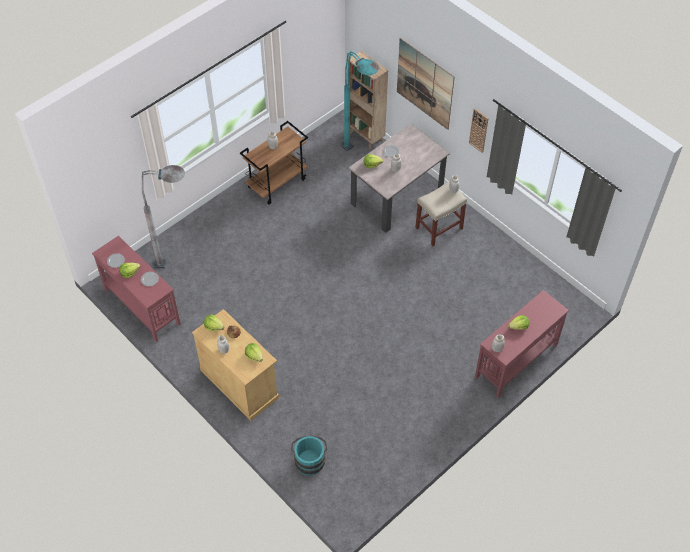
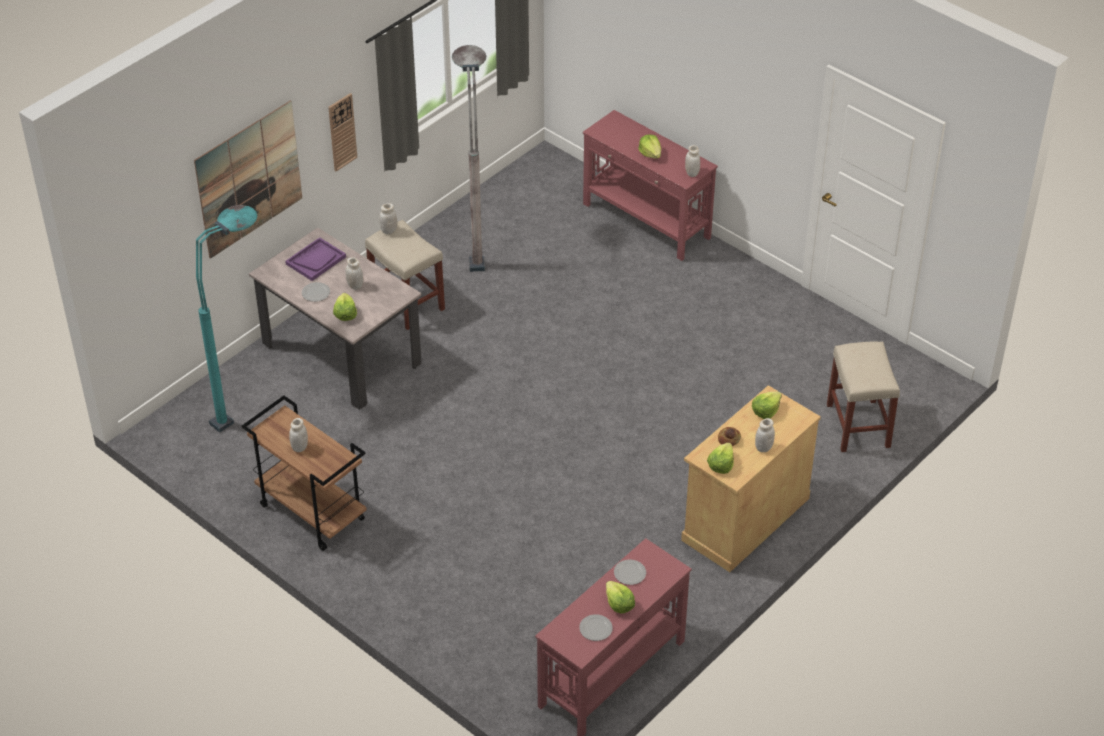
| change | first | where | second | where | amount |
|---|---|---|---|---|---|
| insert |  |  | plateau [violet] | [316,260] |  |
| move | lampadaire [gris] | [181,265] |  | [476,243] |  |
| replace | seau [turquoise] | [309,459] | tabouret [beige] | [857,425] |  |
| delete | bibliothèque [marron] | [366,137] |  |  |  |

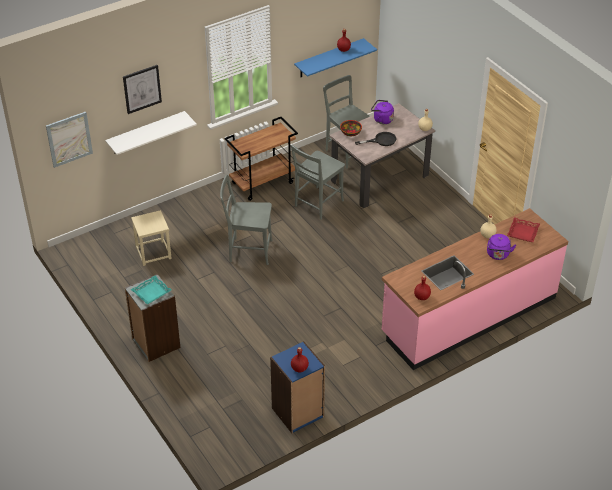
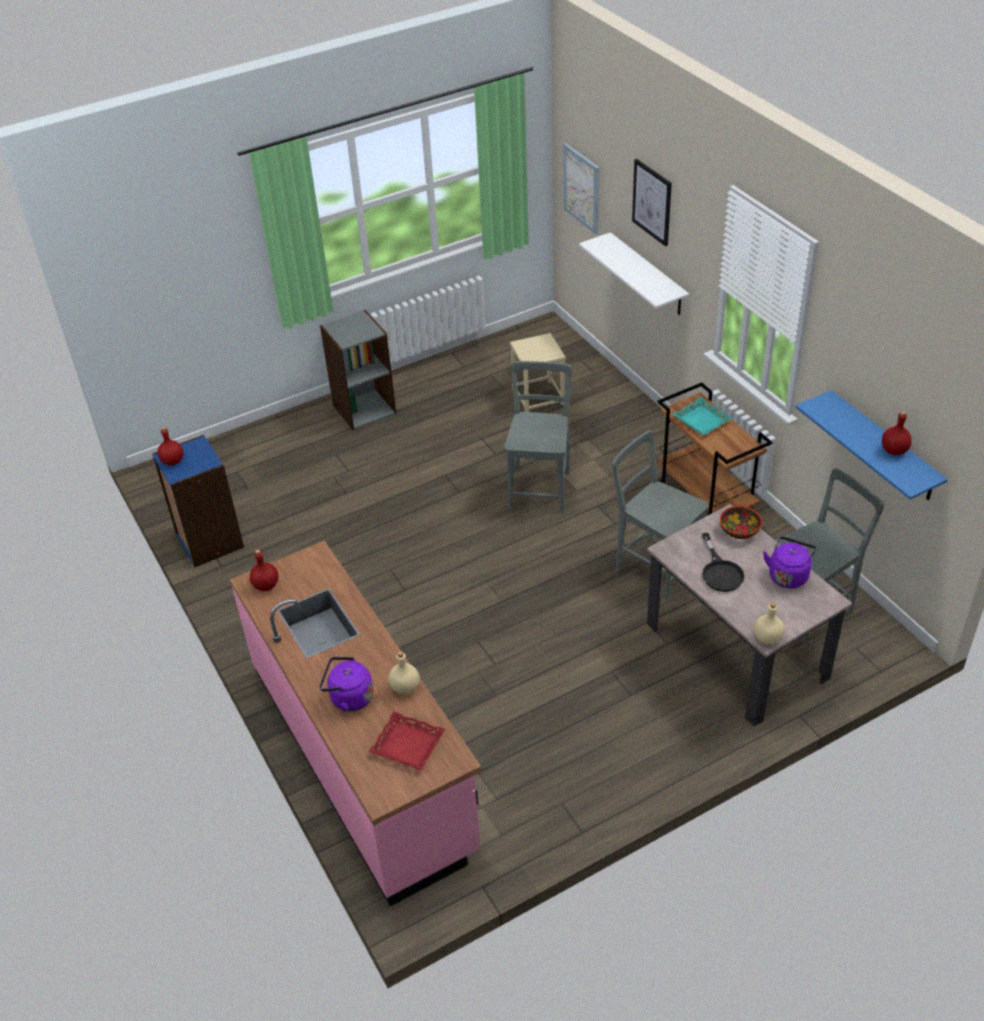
| change | first | where | second | where | amount |
|---|---|---|---|---|---|
| move | plateau [turquoise] | [151,292] |  | [701,420] |  |

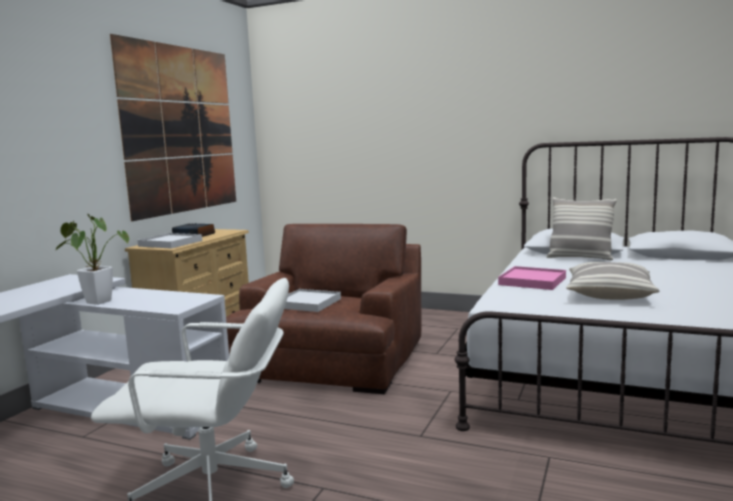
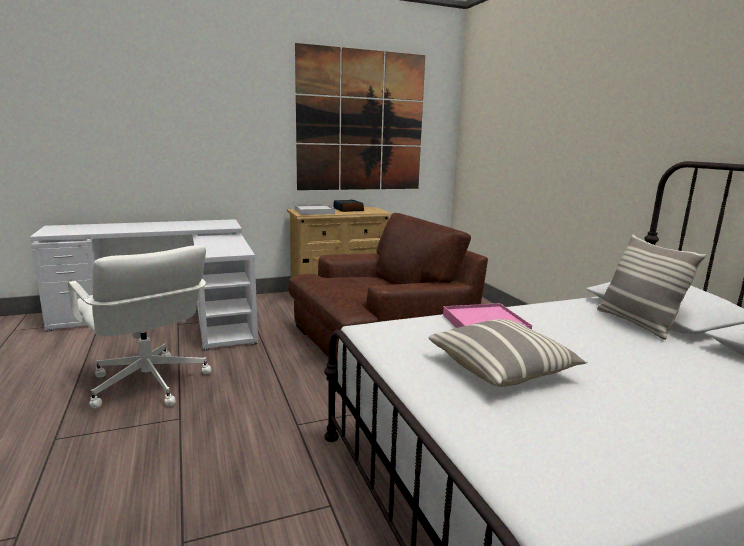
| change | first | where | second | where | amount |
|---|---|---|---|---|---|
| delete | plante en pot | [95,301] |  |  |  |
| delete | plateau [blanc] | [308,303] |  |  |  |

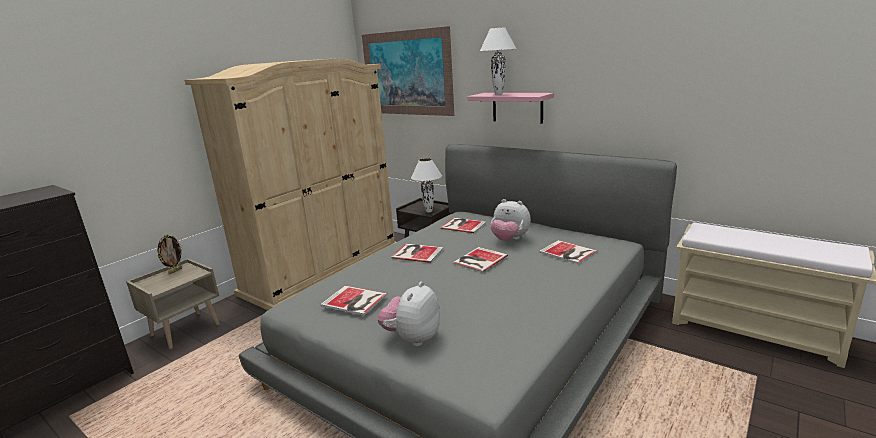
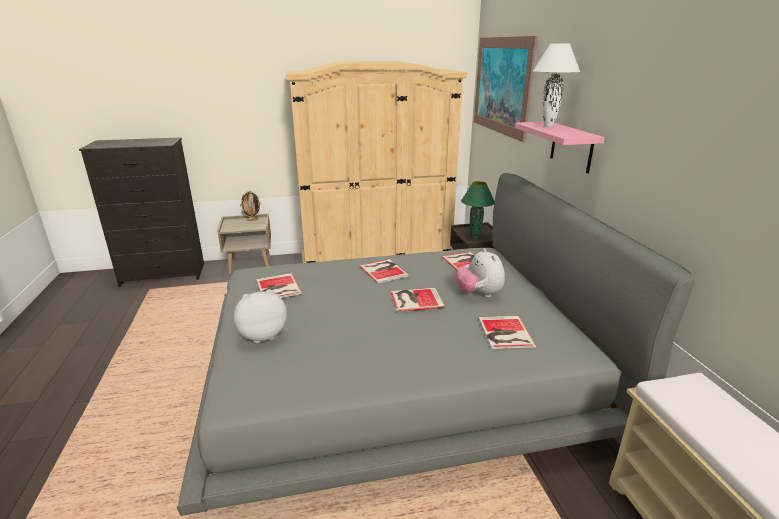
| change | first | where | second | where | amount |
|---|---|---|---|---|---|
| recolor | lampe de table [blanc] | [429,211] | lampe de table [vert] | [474,238] |  |

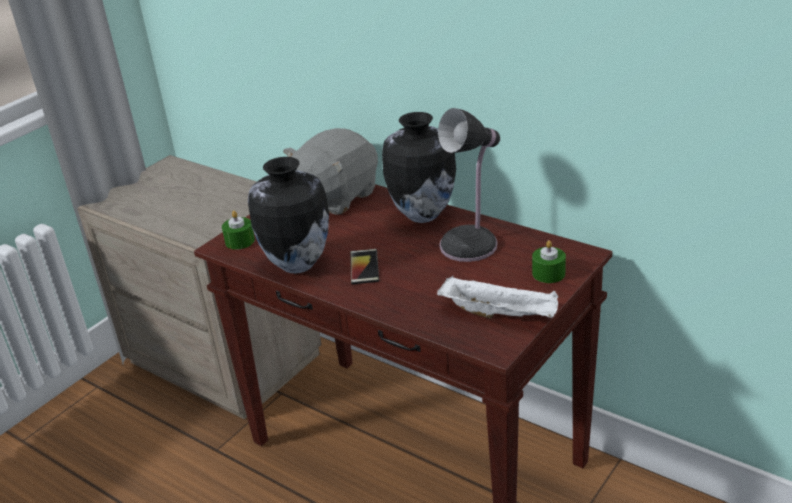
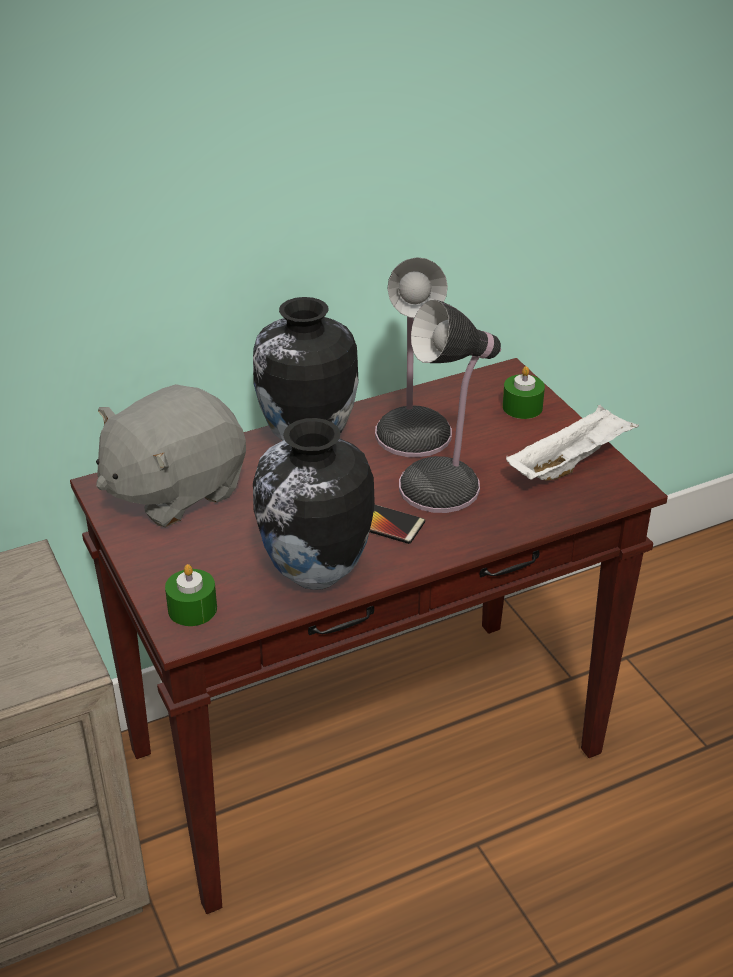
| change | first | where | second | where | amount |
|---|---|---|---|---|---|
| rotate | peluche [gris] | [335,197] |  | [173,490] | 75 degrees clockwise |
| insert |  |  | lampe de table | [444,486] |  |

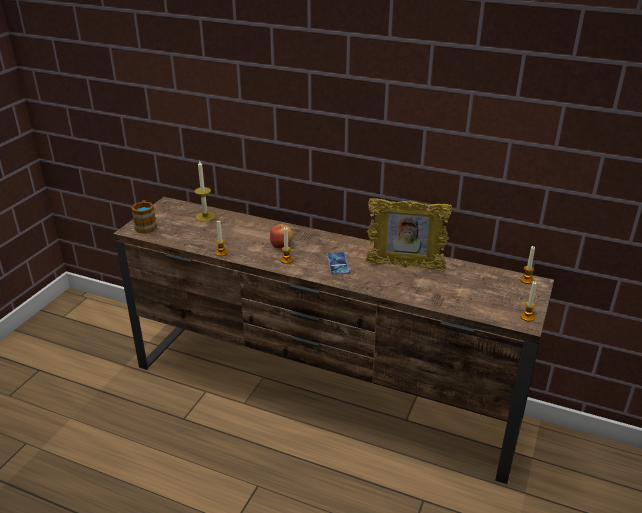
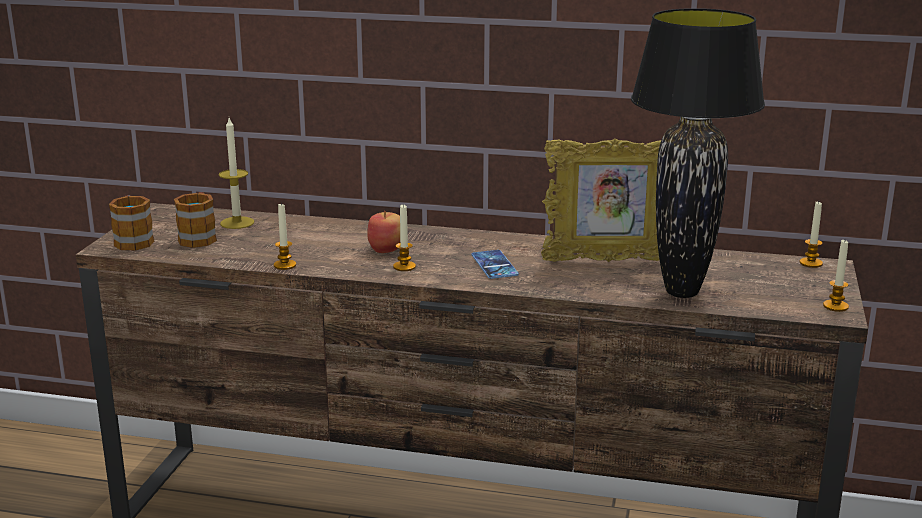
| change | first | where | second | where | amount |
|---|---|---|---|---|---|
| insert |  |  | mug | [199,237] |  |
| insert |  |  | lampe de table [noir] | [681,292] |  |

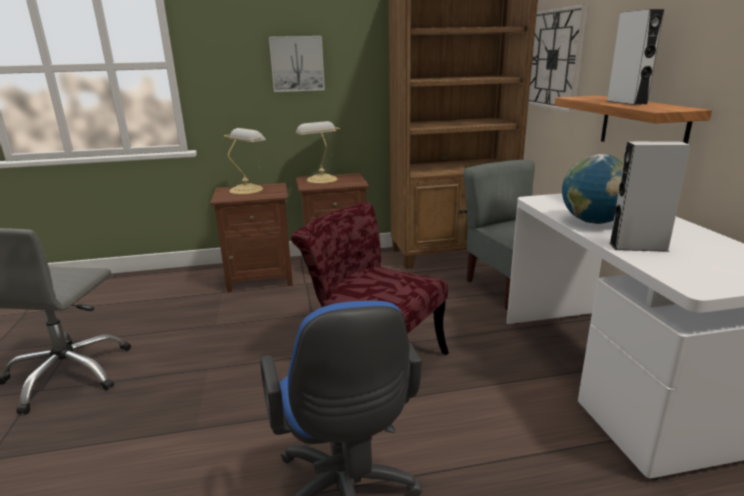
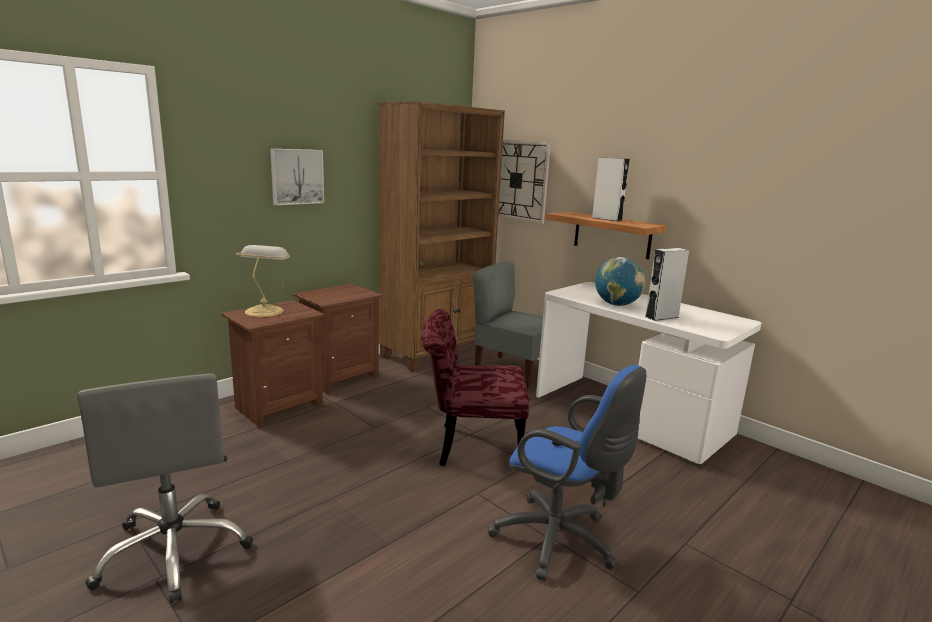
| change | first | where | second | where | amount |
|---|---|---|---|---|---|
| delete | lampe de table | [321,179] |  |  |  |

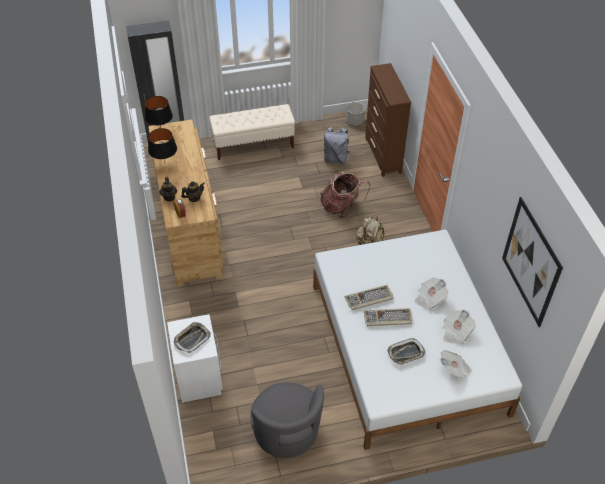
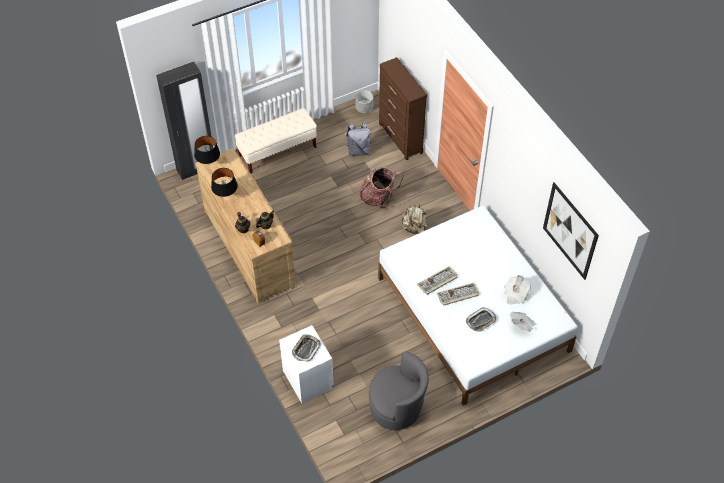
| change | first | where | second | where | amount |
|---|---|---|---|---|---|
| rotate | fauteuil [gris] | [287,433] |  | [397,407] | 45 degrees counterclockwise |
| delete | journal | [429,298] |  |  |  |

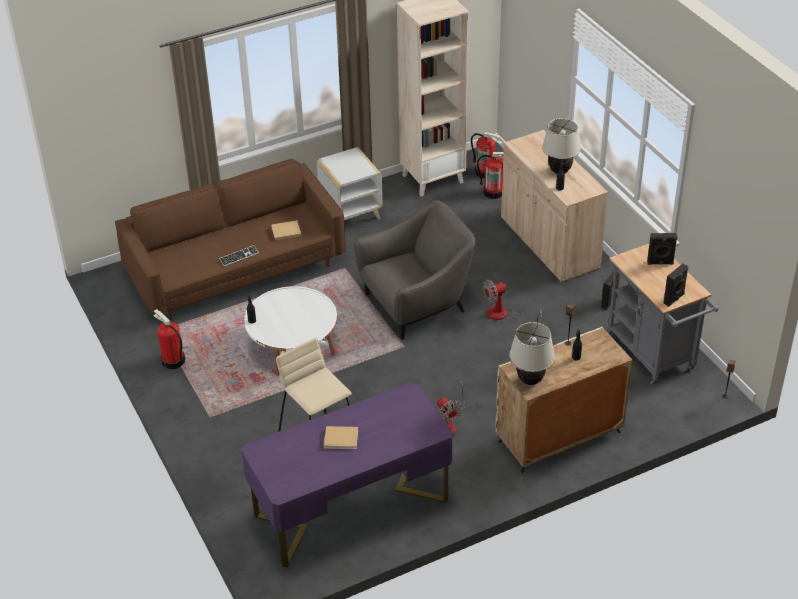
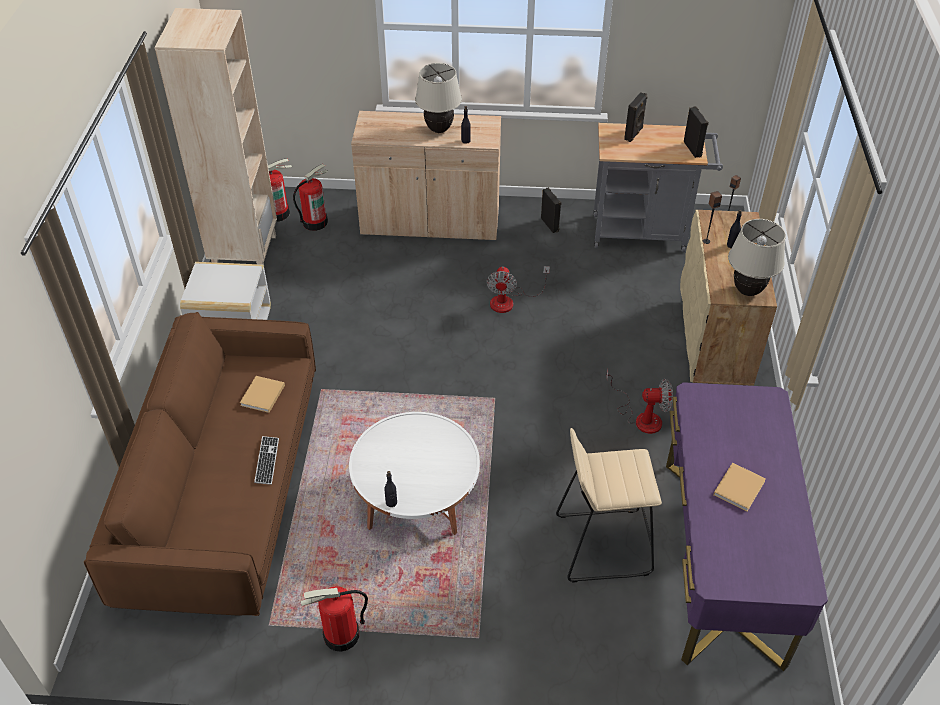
| change | first | where | second | where | amount |
|---|---|---|---|---|---|
| delete | fauteuil [gris] | [416,304] |  |  |  |

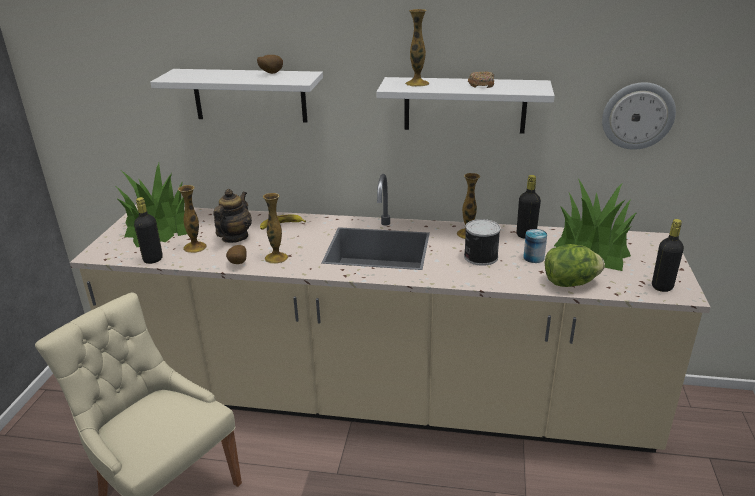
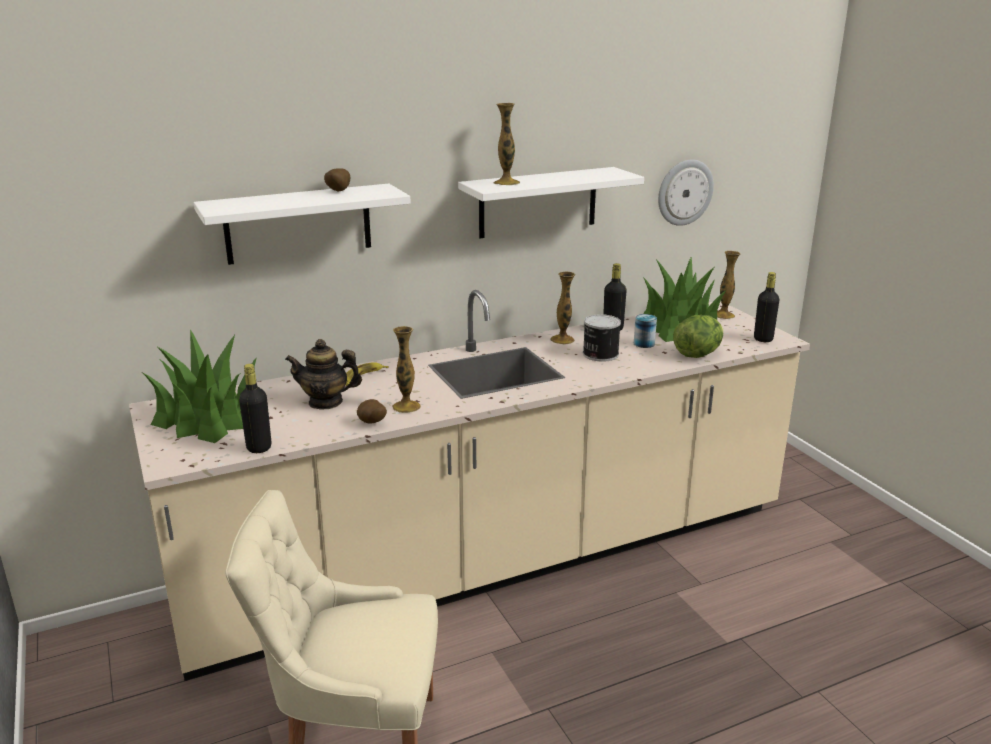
| change | first | where | second | where | amount |
|---|---|---|---|---|---|
| rotate | théière | [234,237] |  | [326,402] | 75 degrees counterclockwise |
| move | vase | [195,247] |  | [723,315] |  |
| delete | beignet | [481,84] |  |  |  |

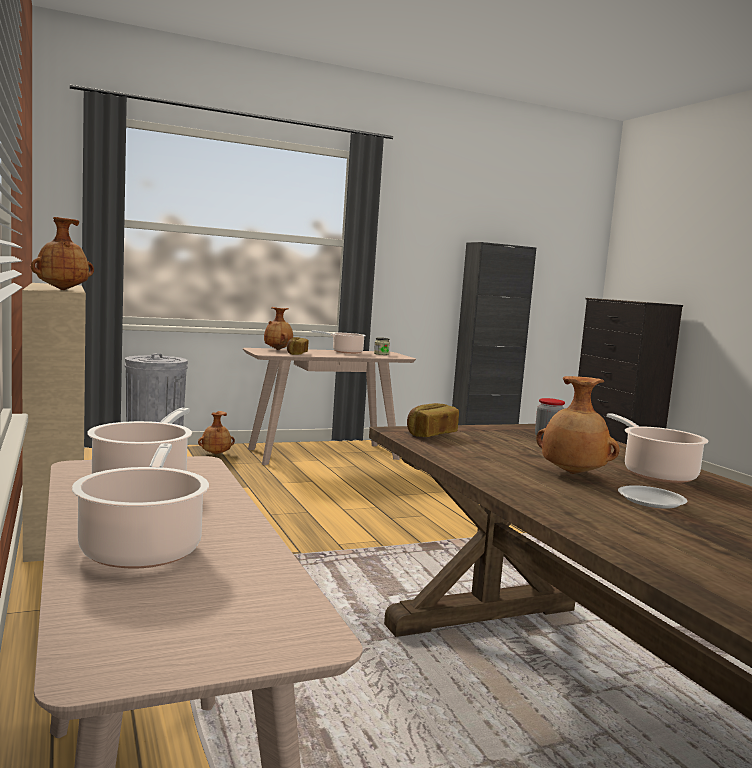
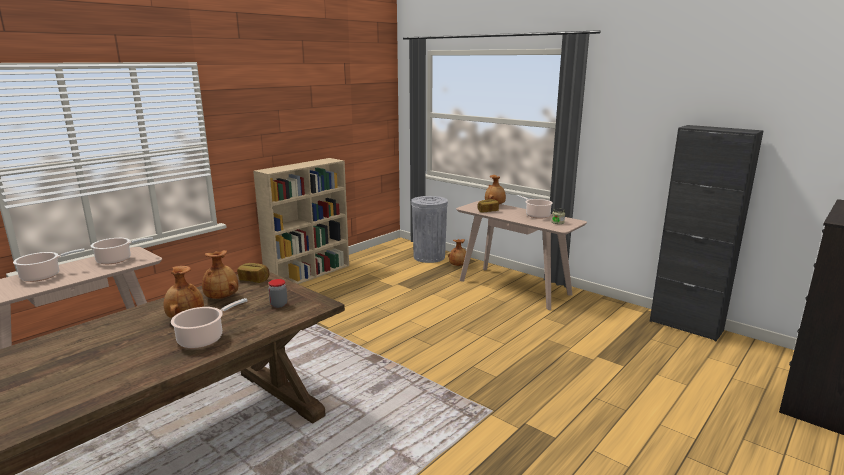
| change | first | where | second | where | amount |
|---|---|---|---|---|---|
| move | vase [marron] | [62,290] |  | [222,298] |  |
| delete | assiette [blanc] | [650,501] |  |  |  |

